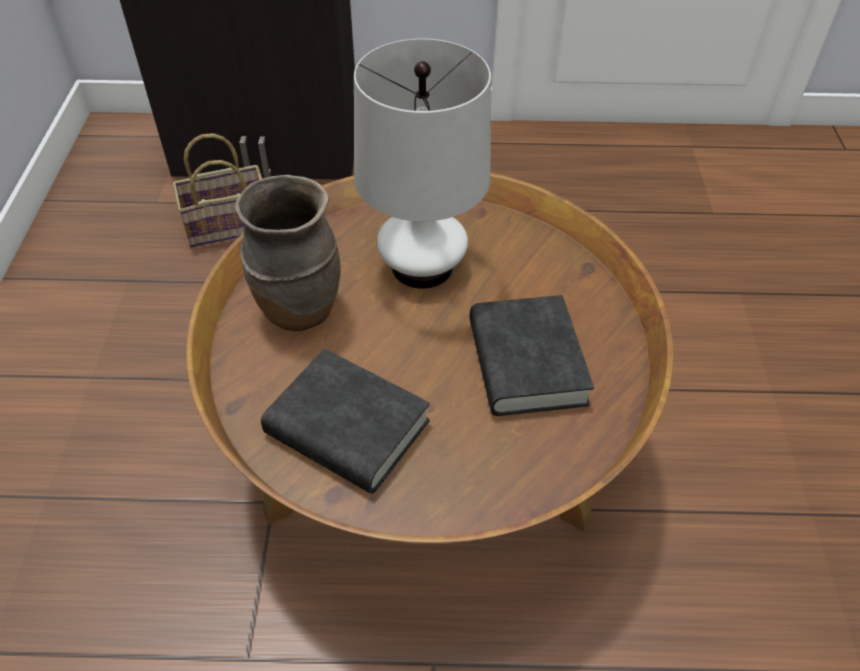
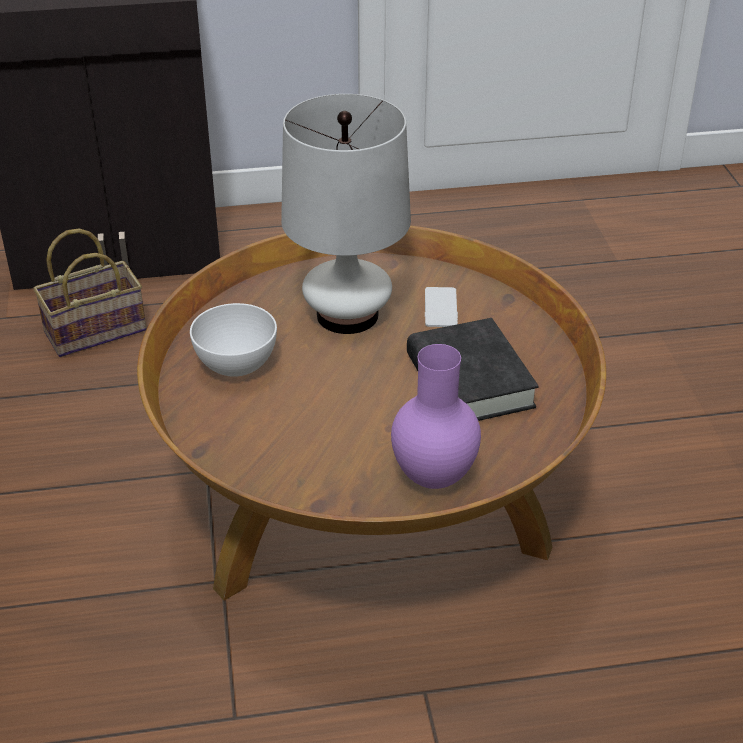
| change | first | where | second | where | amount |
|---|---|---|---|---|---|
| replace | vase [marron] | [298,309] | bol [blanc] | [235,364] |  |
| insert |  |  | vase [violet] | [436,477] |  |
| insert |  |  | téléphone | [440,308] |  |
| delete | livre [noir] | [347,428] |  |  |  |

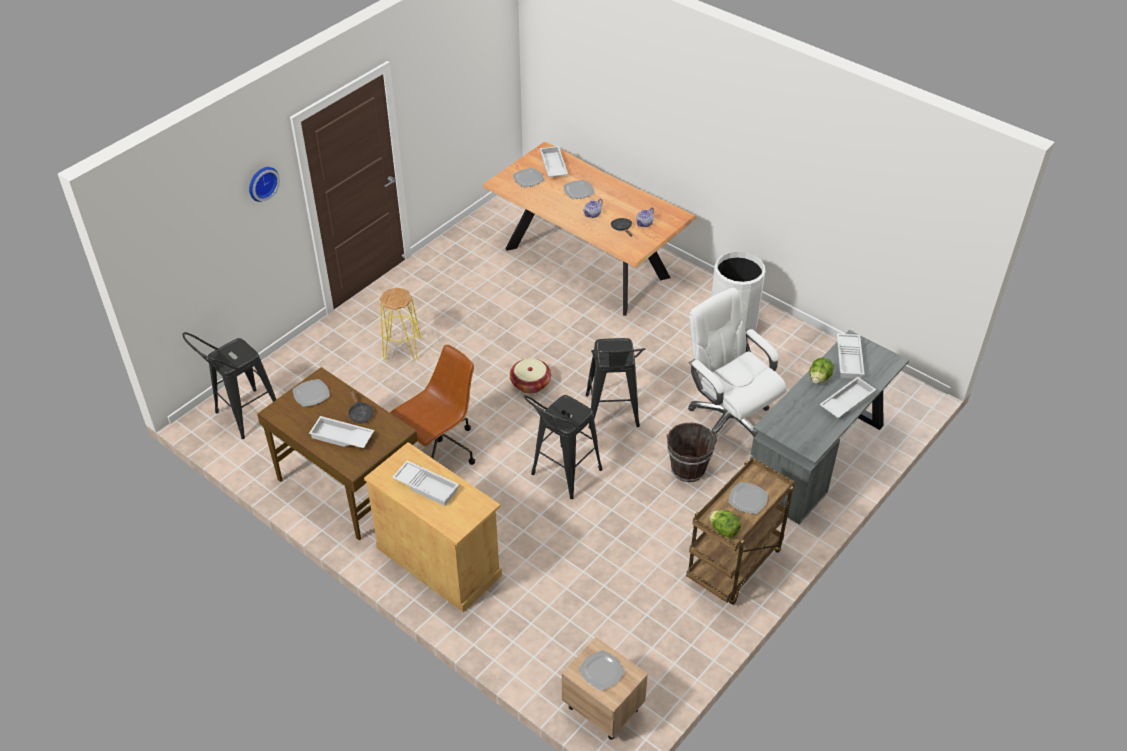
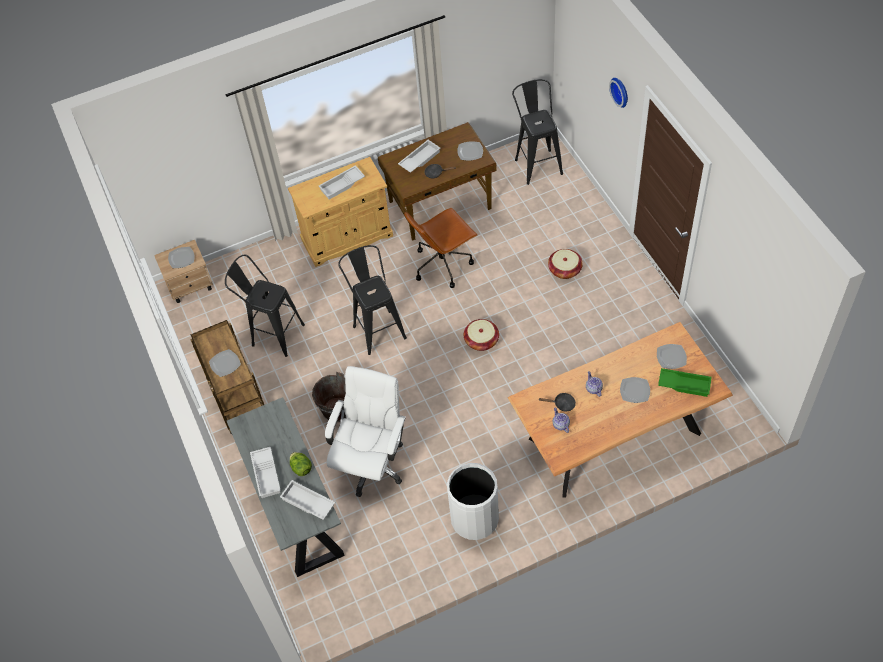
| change | first | where | second | where | amount |
|---|---|---|---|---|---|
| move | tabouret [noir] | [612,416] |  | [273,333] |  |
| rotate | chaise de bureau [blanc] | [728,417] |  | [371,463] | 60 degrees counterclockwise |
| rotate | chaise de bureau [marron] | [439,451] |  | [443,264] | 75 degrees clockwise |
| replace | tabouret [jaune] | [402,348] | panier | [565,270] |  |
| recolor | plateau [blanc] | [552,166] | plateau [vert] | [684,384] |  |
| delete | laitue | [724,530] |  |  |  |

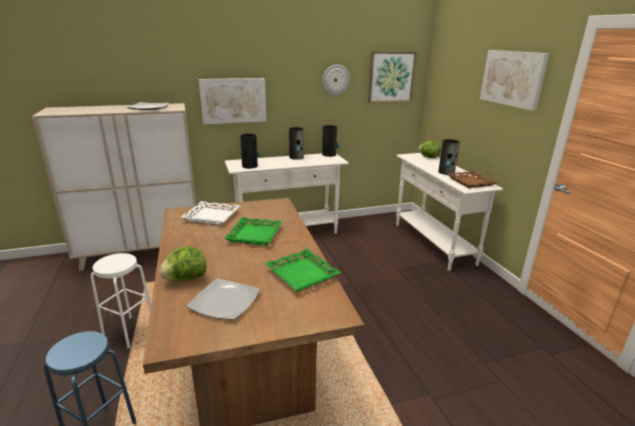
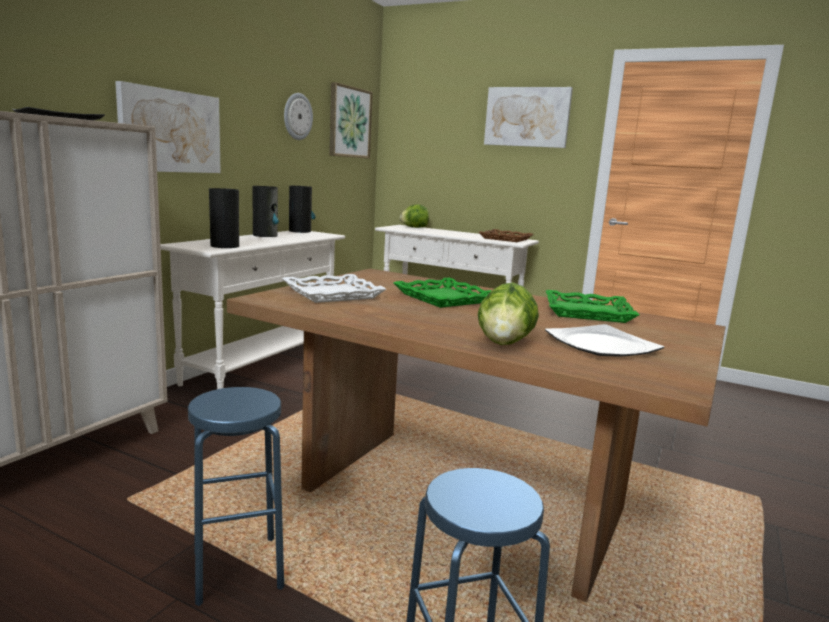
| change | first | where | second | where | amount |
|---|---|---|---|---|---|
| recolor | tabouret [blanc] | [129,331] | tabouret [bleu] | [237,569] |  |
| delete | vase | [446,172] |  |  |  |

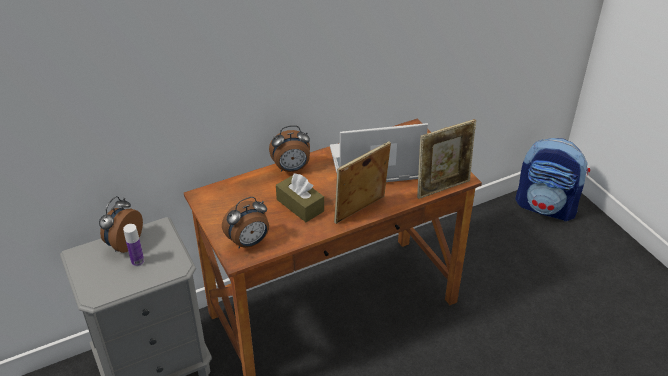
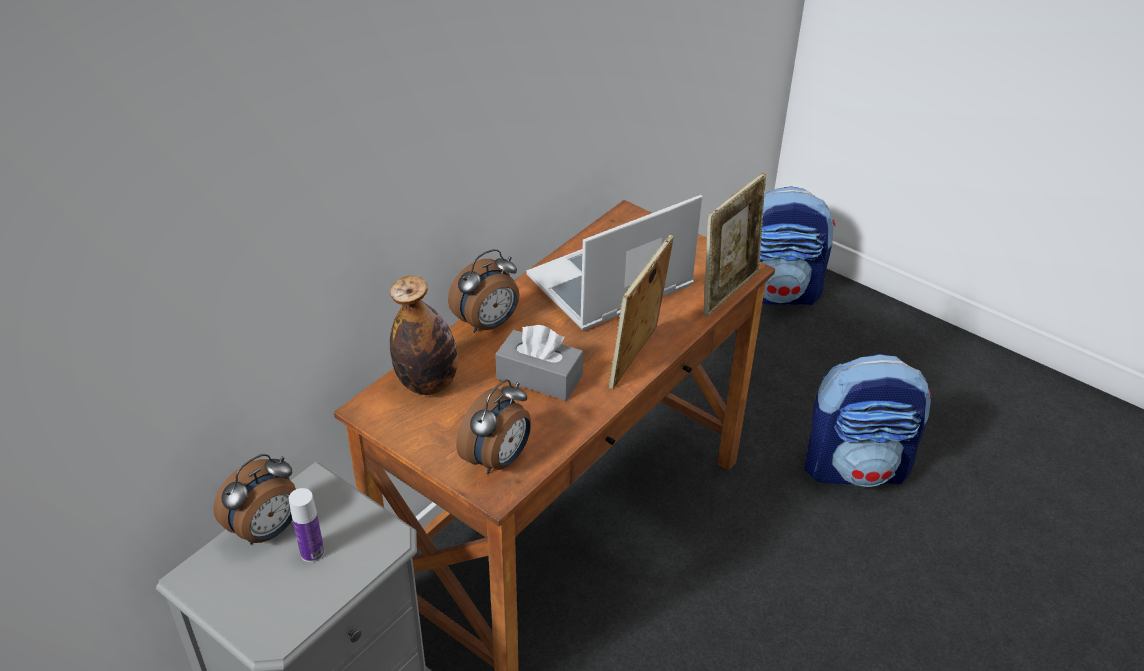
| change | first | where | second | where | amount |
|---|---|---|---|---|---|
| rotate | réveil | [123,243] |  | [267,531] | 135 degrees counterclockwise |
| insert |  |  | bouteille | [427,383] |  |
| recolor | boîte à mouchoirs [marron] | [300,205] | boîte à mouchoirs [gris] | [539,377] |  |
| insert |  |  | sac à dos | [856,467] |  |

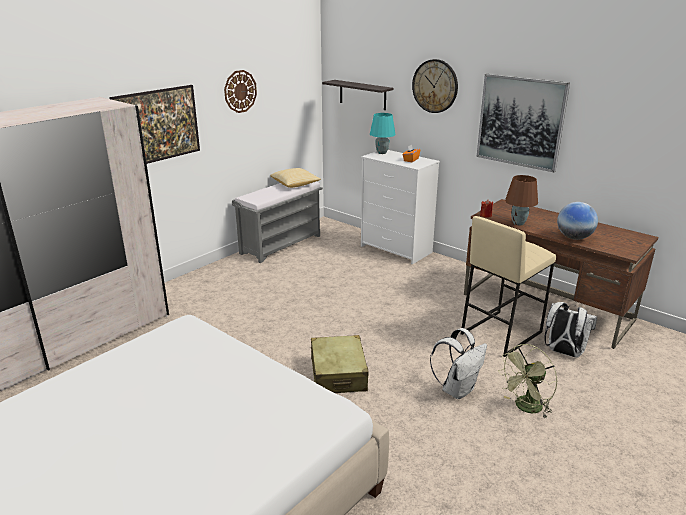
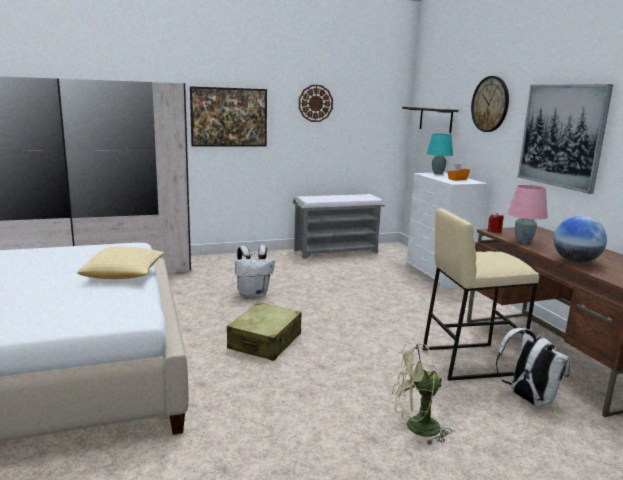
| change | first | where | second | where | amount |
|---|---|---|---|---|---|
| move | coussin | [295,184] |  | [124,275] |  |
| move | sac à dos [blanc] | [457,389] |  | [253,294] |  |
| recolor | lampe de table [marron] | [518,223] | lampe de table [rose] | [522,241] |  |

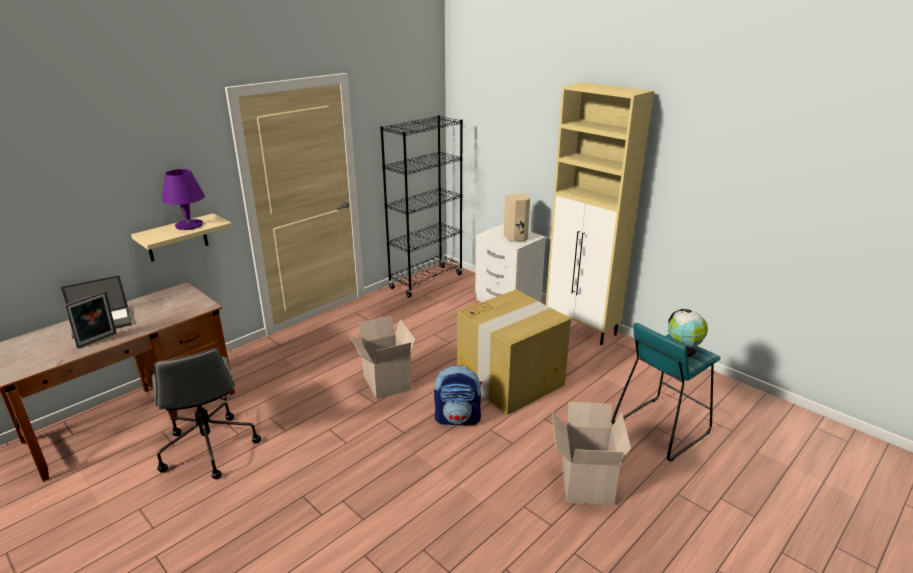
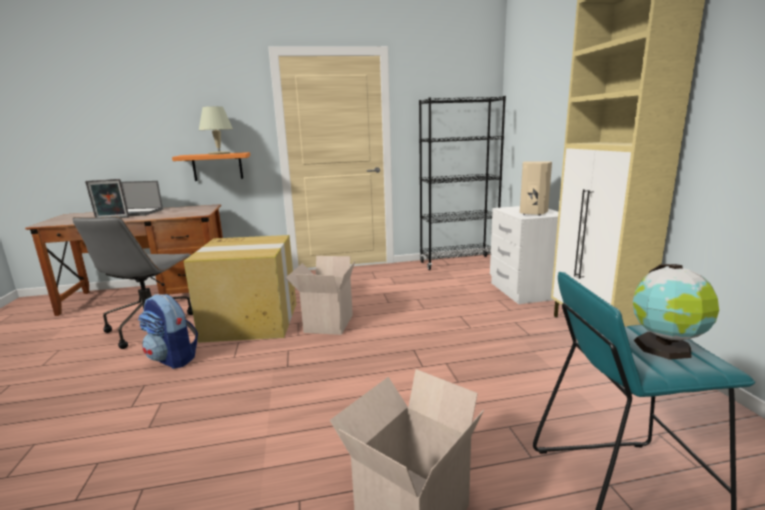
| change | first | where | second | where | amount |
|---|---|---|---|---|---|
| move | sac à dos | [458,418] |  | [173,359] |  |
| recolor | étagère [beige] | [177,238] | étagère [orange] | [217,166] |  |
| move | carton | [511,380] |  | [253,321] |  |
| recolor | lampe de table [violet] | [189,225] | lampe de table [beige] | [219,153] |  |

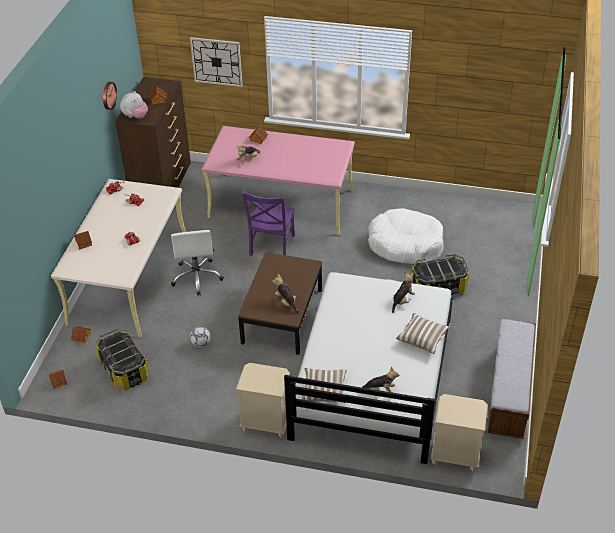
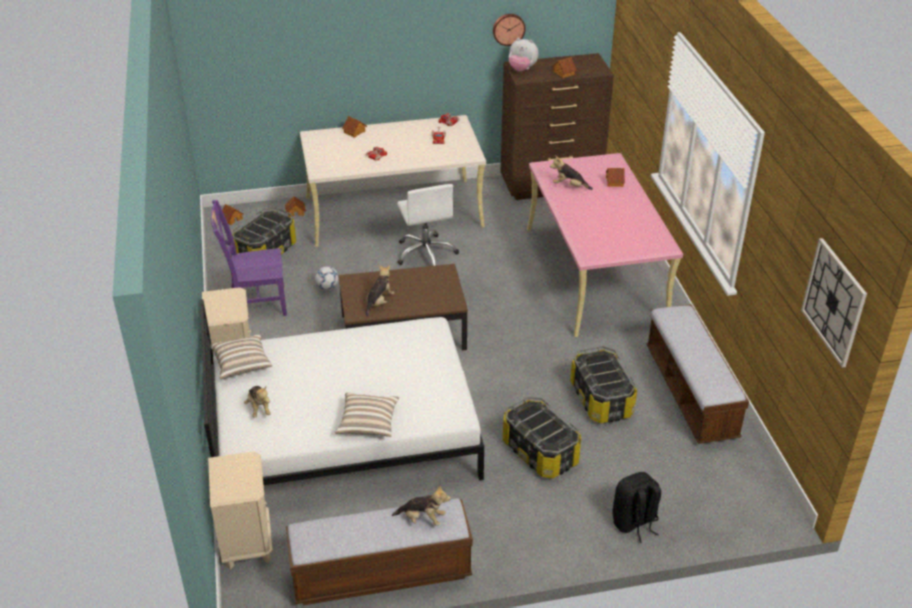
| change | first | where | second | where | amount |
|---|---|---|---|---|---|
| move | chaise [violet] | [271,247] |  | [255,303] |  |
| move | peluche | [402,300] |  | [422,519] |  |
| rotate | chaise de bureau [blanc] | [197,277] |  | [426,253] | 75 degrees counterclockwise |
| replace | panier pour chien [blanc] | [405,244] | boîte de rangement | [601,399] |  |
| insert |  |  | sac à dos [noir] | [634,523] |  |
| insert |  |  | banc | [690,393] |  |
| move | horloge murale | [216,61] |  | [834,302] |  |

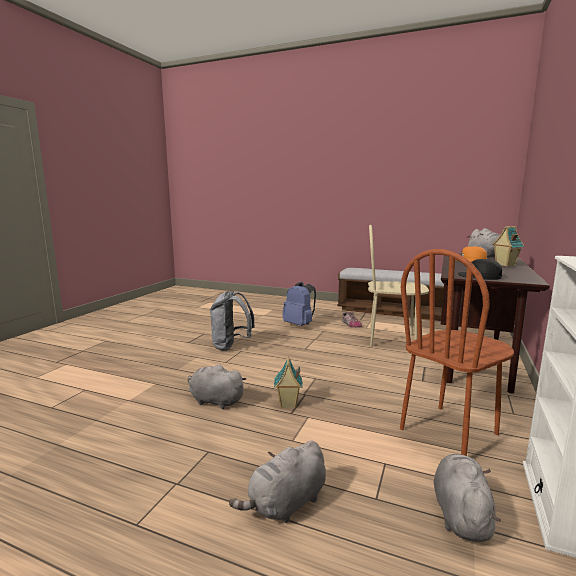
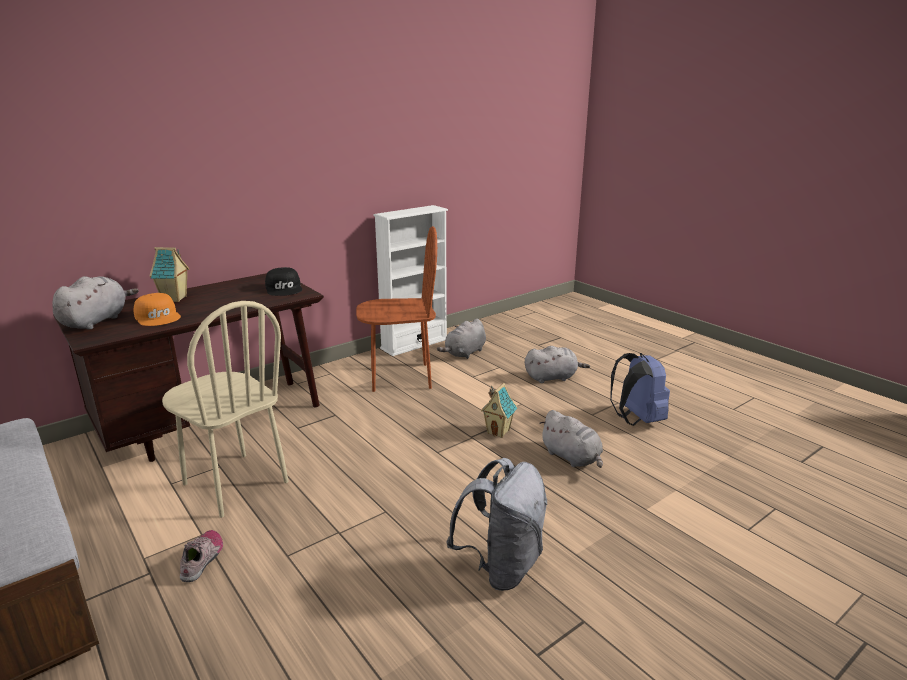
| change | first | where | second | where | amount |
|---|---|---|---|---|---|
| move | sac à dos [bleu] | [299,325] |  | [636,419] |  |

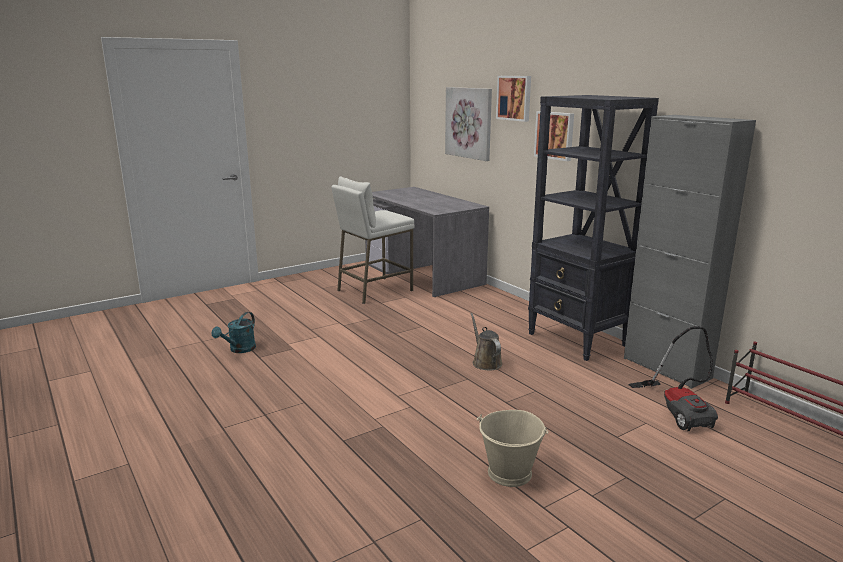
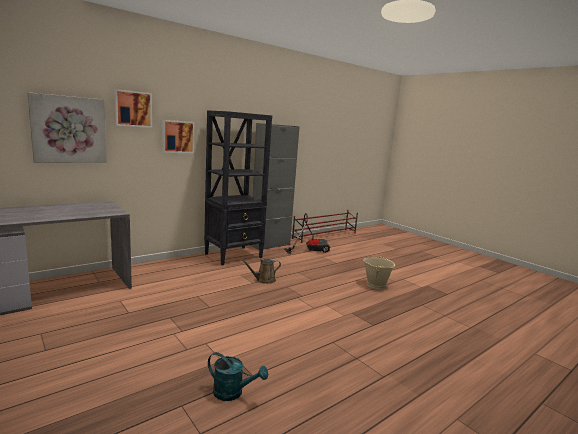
| change | first | where | second | where | amount |
|---|---|---|---|---|---|
| delete | tabouret [blanc] | [374,290] |  |  |  |

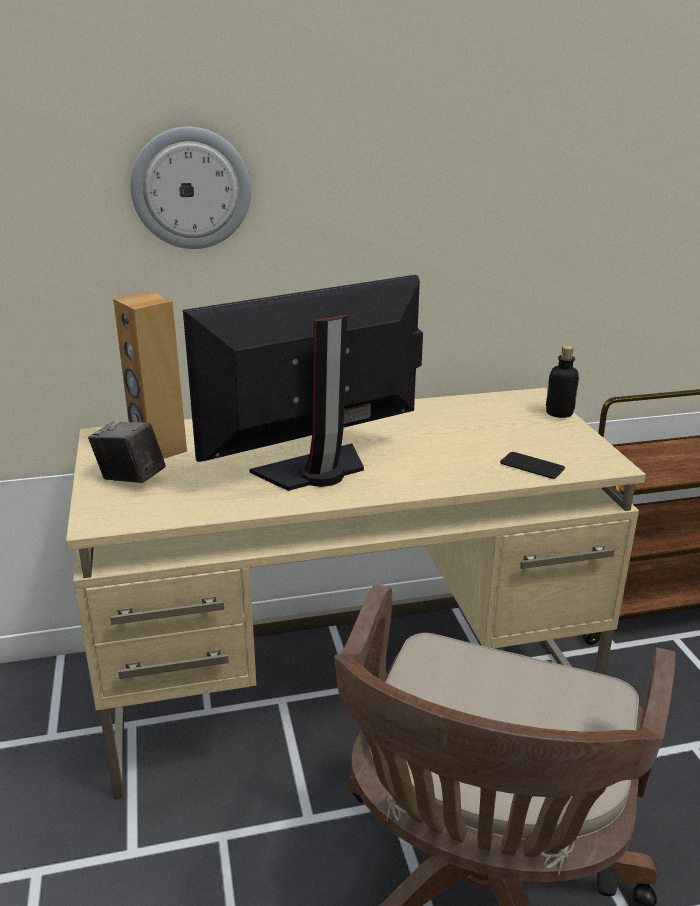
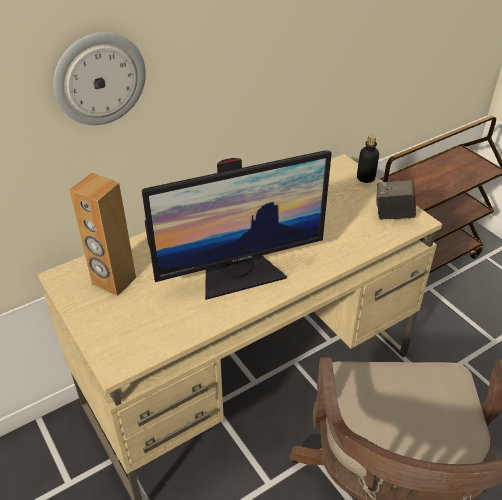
| change | first | where | second | where | amount |
|---|---|---|---|---|---|
| rotate | écran d'ordinateur | [316,471] |  | [239,274] | 150 degrees counterclockwise |
| move | appareil photo | [130,478] |  | [393,215] |  |
| delete | téléphone | [532,466] |  |  |  |

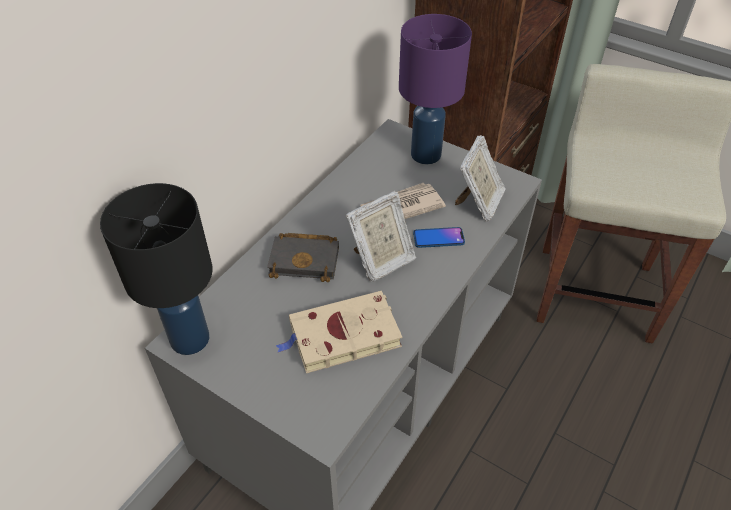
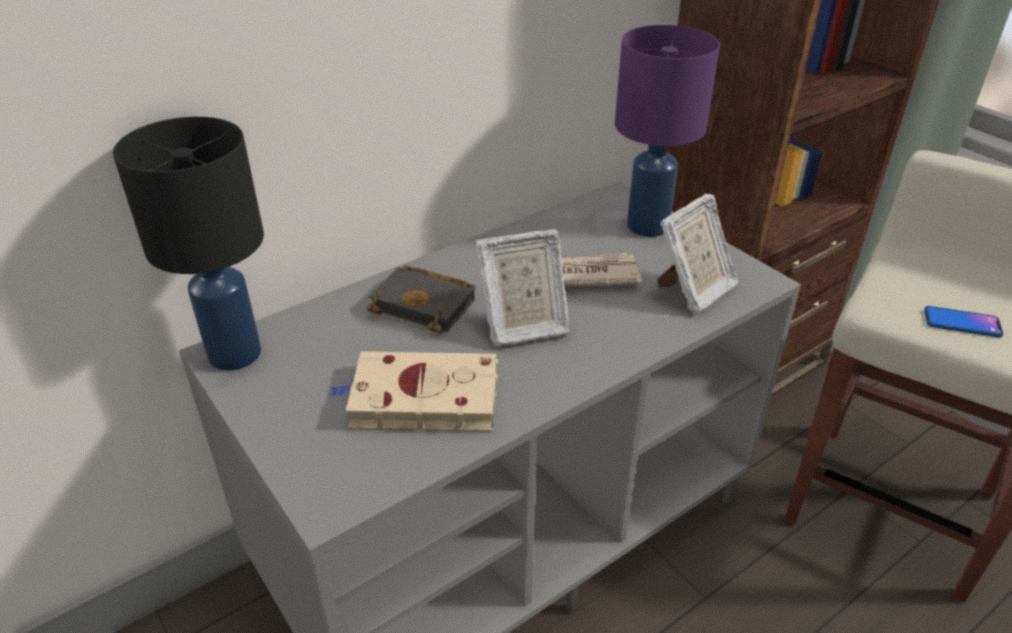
| change | first | where | second | where | amount |
|---|---|---|---|---|---|
| move | téléphone | [438,238] |  | [962,323] |  |

